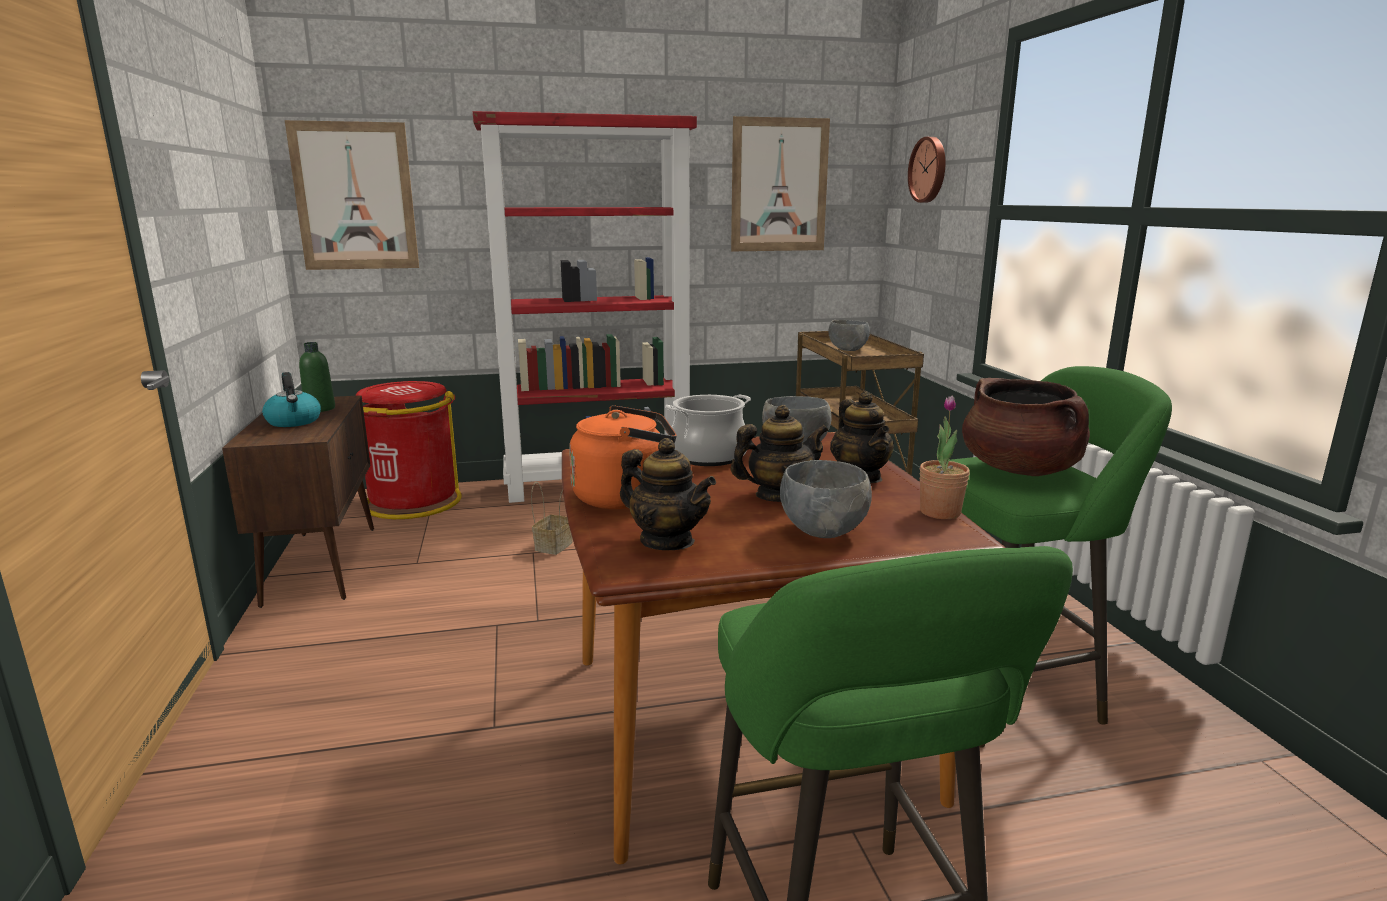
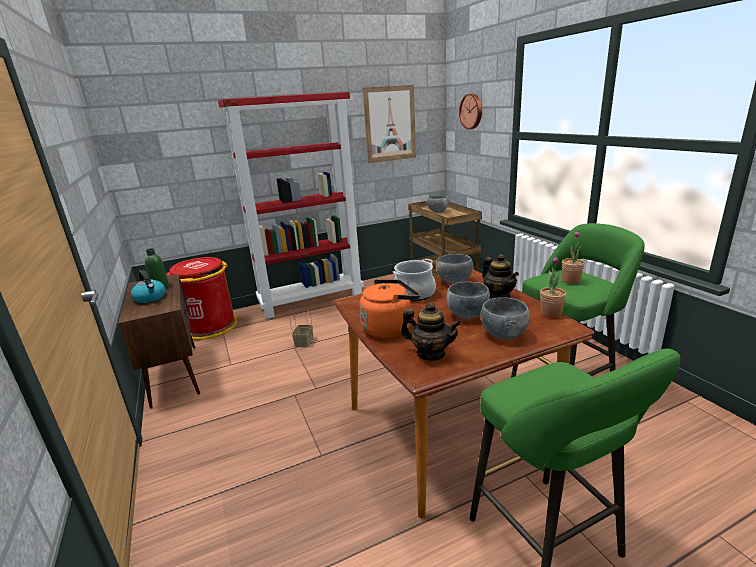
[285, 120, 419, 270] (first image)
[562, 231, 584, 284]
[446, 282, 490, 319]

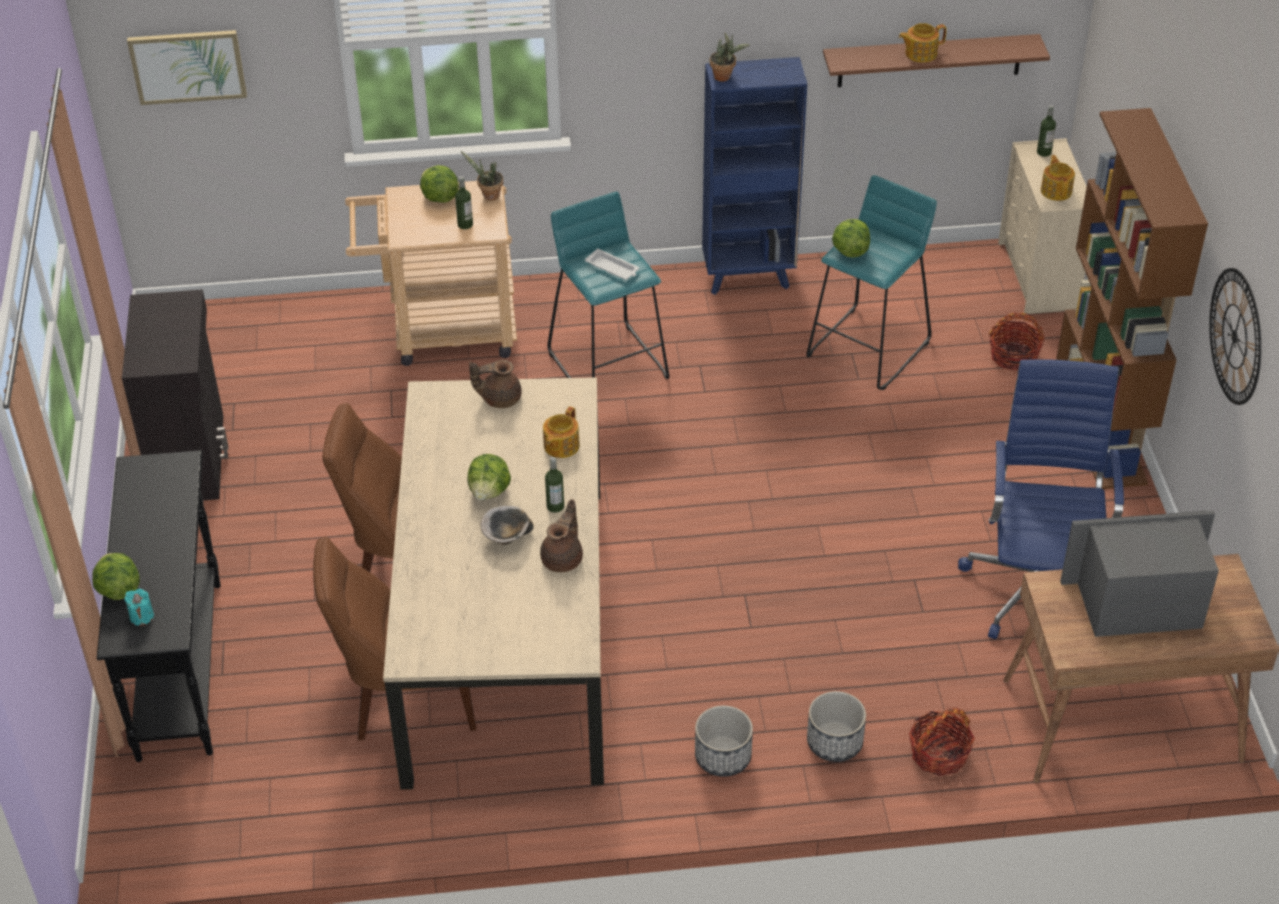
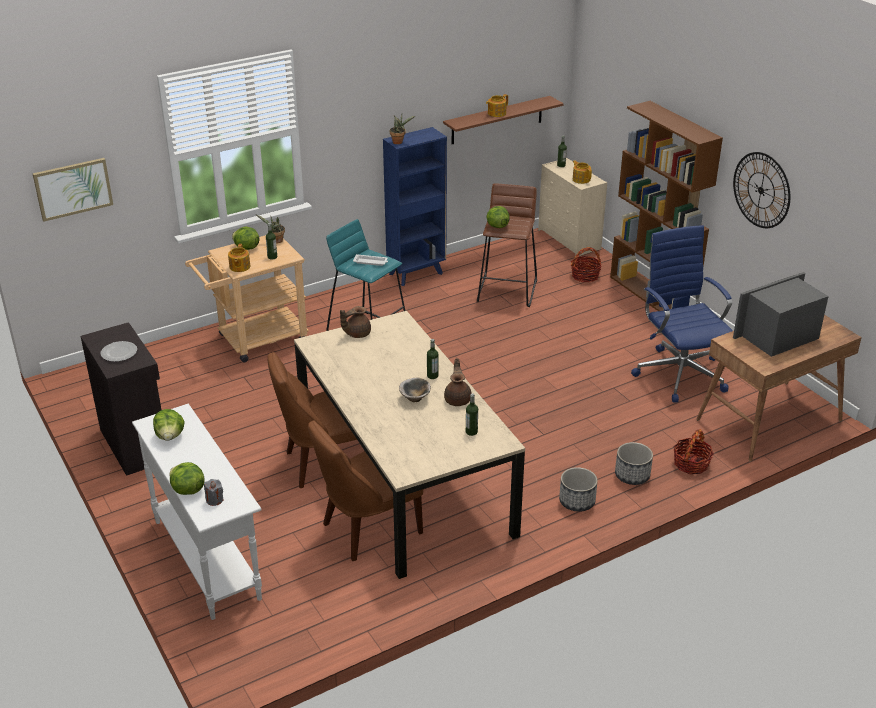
[477, 183, 537, 307]
[228, 244, 250, 272]
[132, 404, 262, 620]
[153, 409, 185, 441]
[204, 479, 223, 506]
[100, 341, 137, 362]
[466, 393, 478, 436]

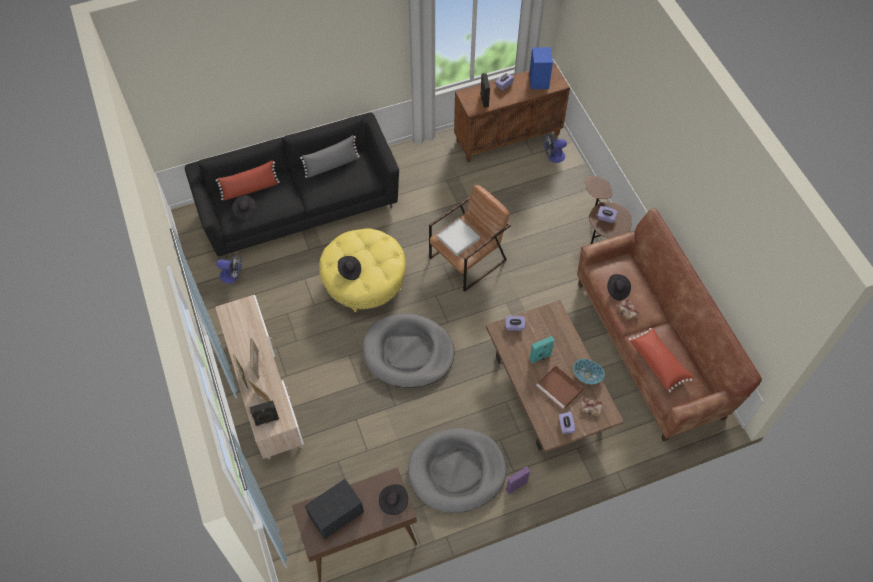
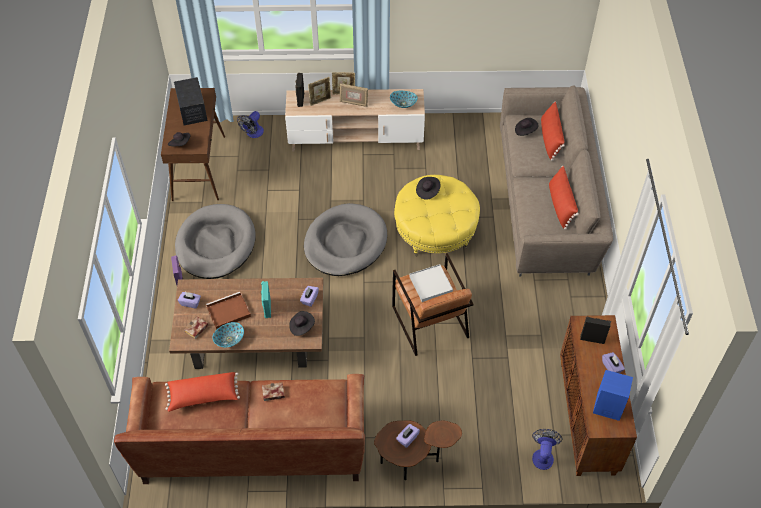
[500, 85, 613, 277]
[549, 166, 579, 230]
[237, 111, 264, 138]
[289, 311, 315, 336]
[390, 91, 418, 108]

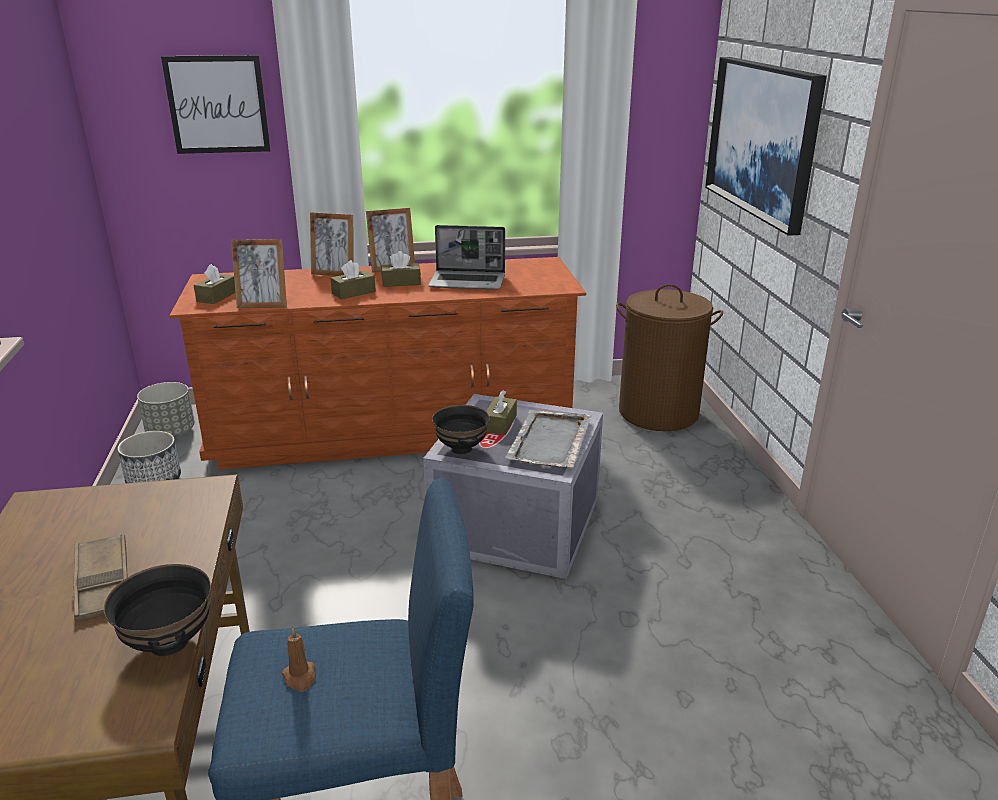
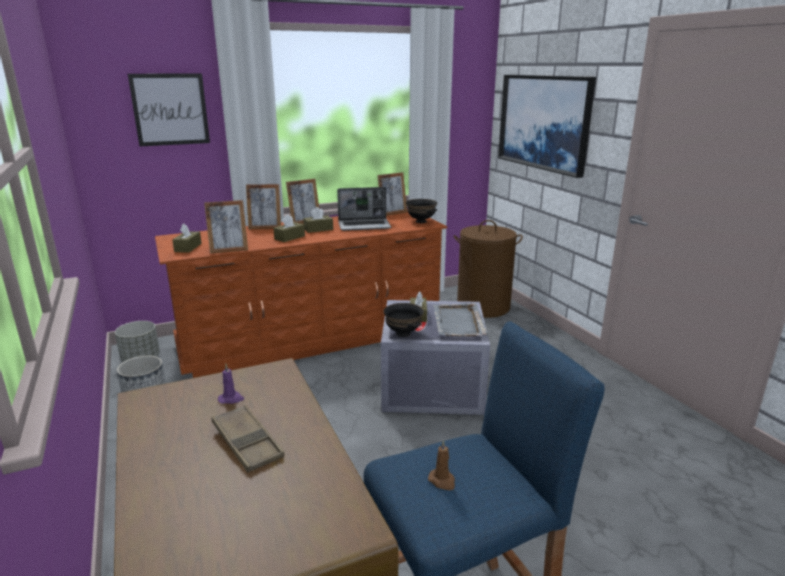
[406, 199, 437, 223]
[377, 172, 407, 216]
[218, 364, 244, 404]

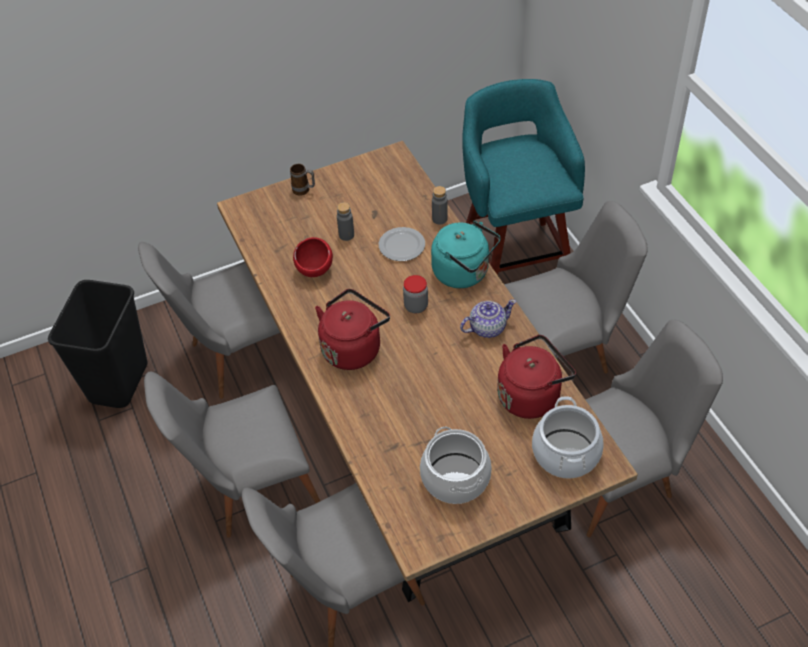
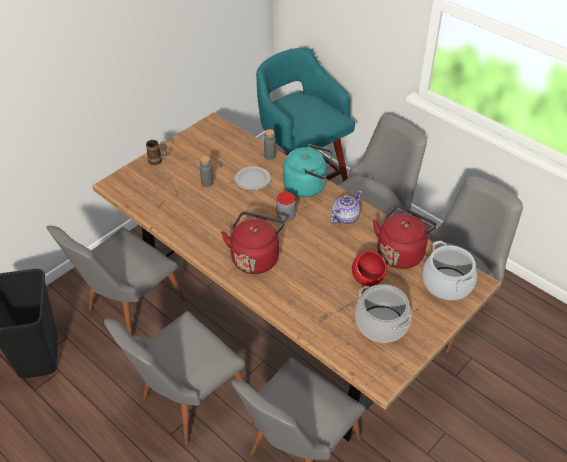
[352, 251, 387, 286]

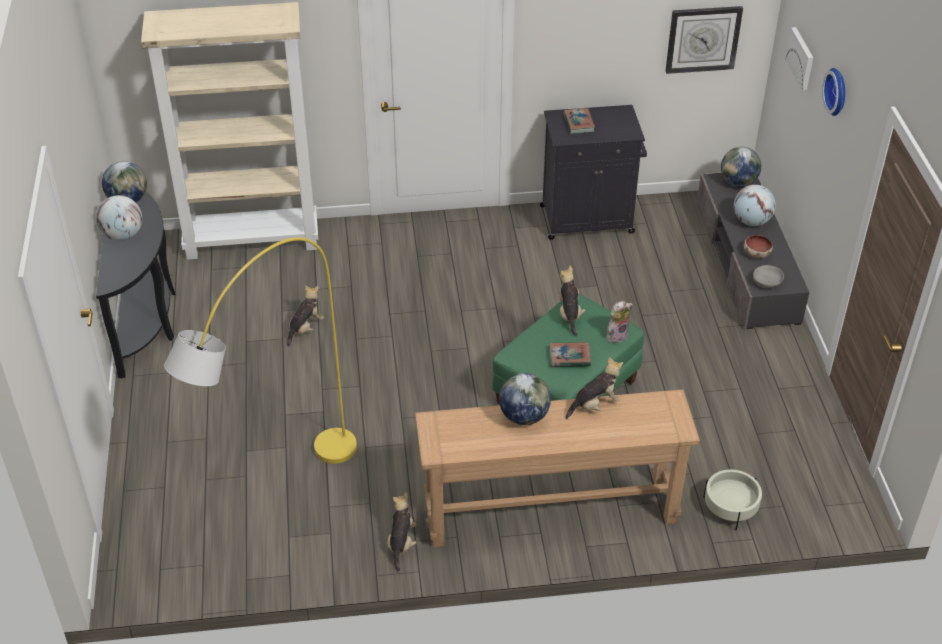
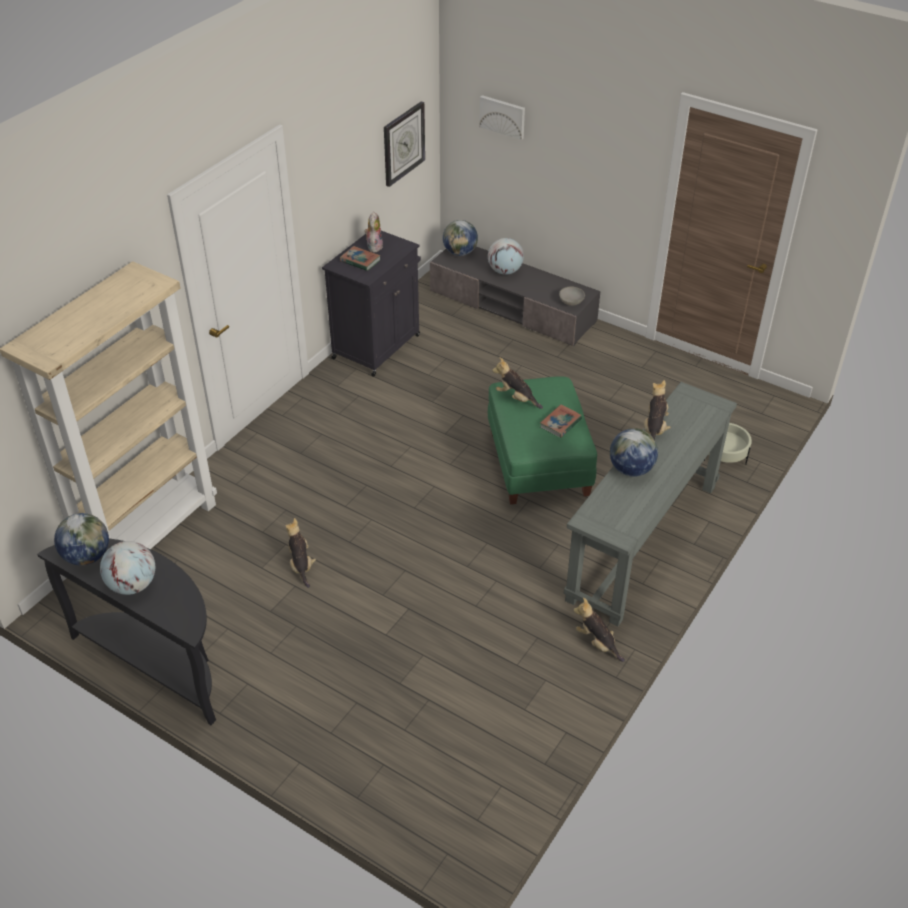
[822, 68, 845, 116] (first image)
[743, 235, 773, 259] (first image)
[164, 237, 357, 464] (first image)
[364, 212, 383, 253]
[564, 382, 737, 627]

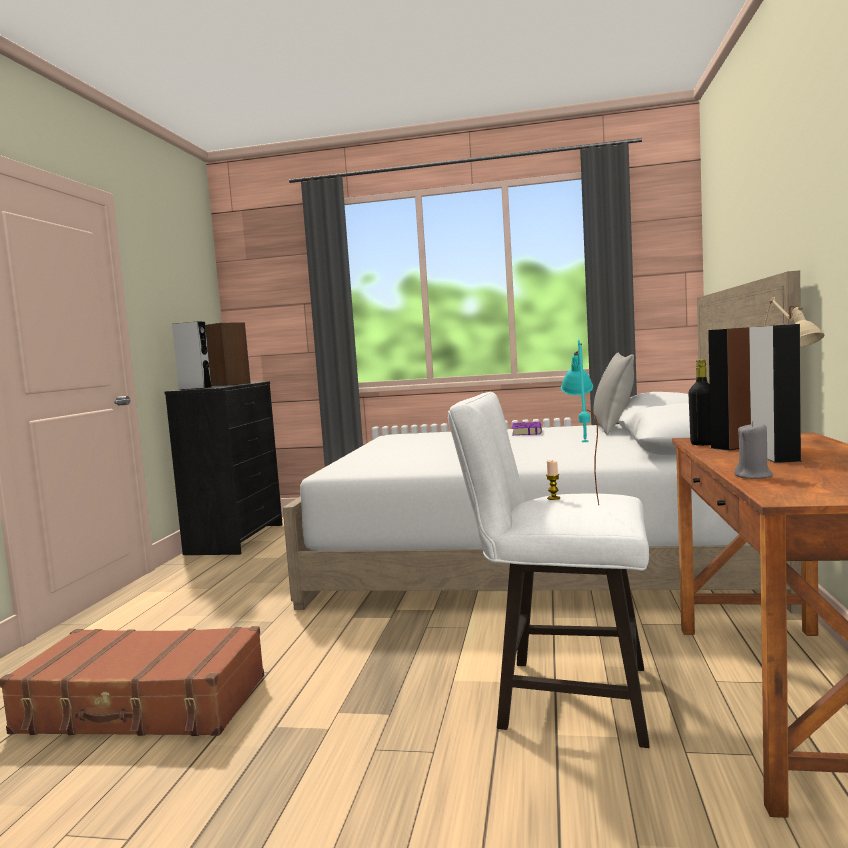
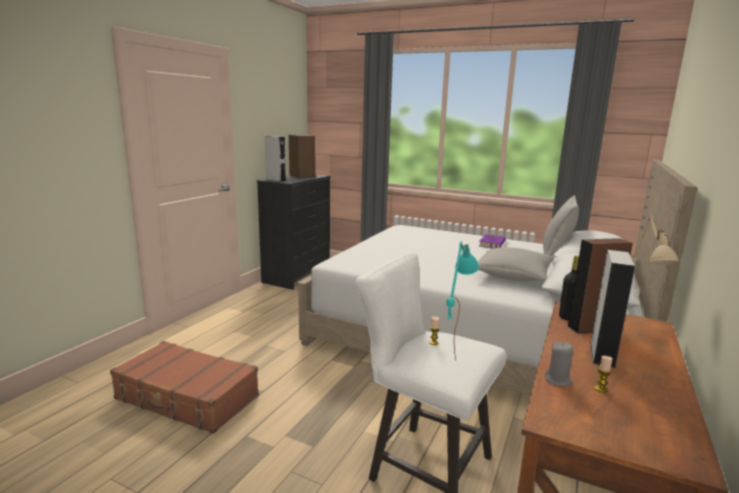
[478, 247, 554, 281]
[594, 356, 612, 393]

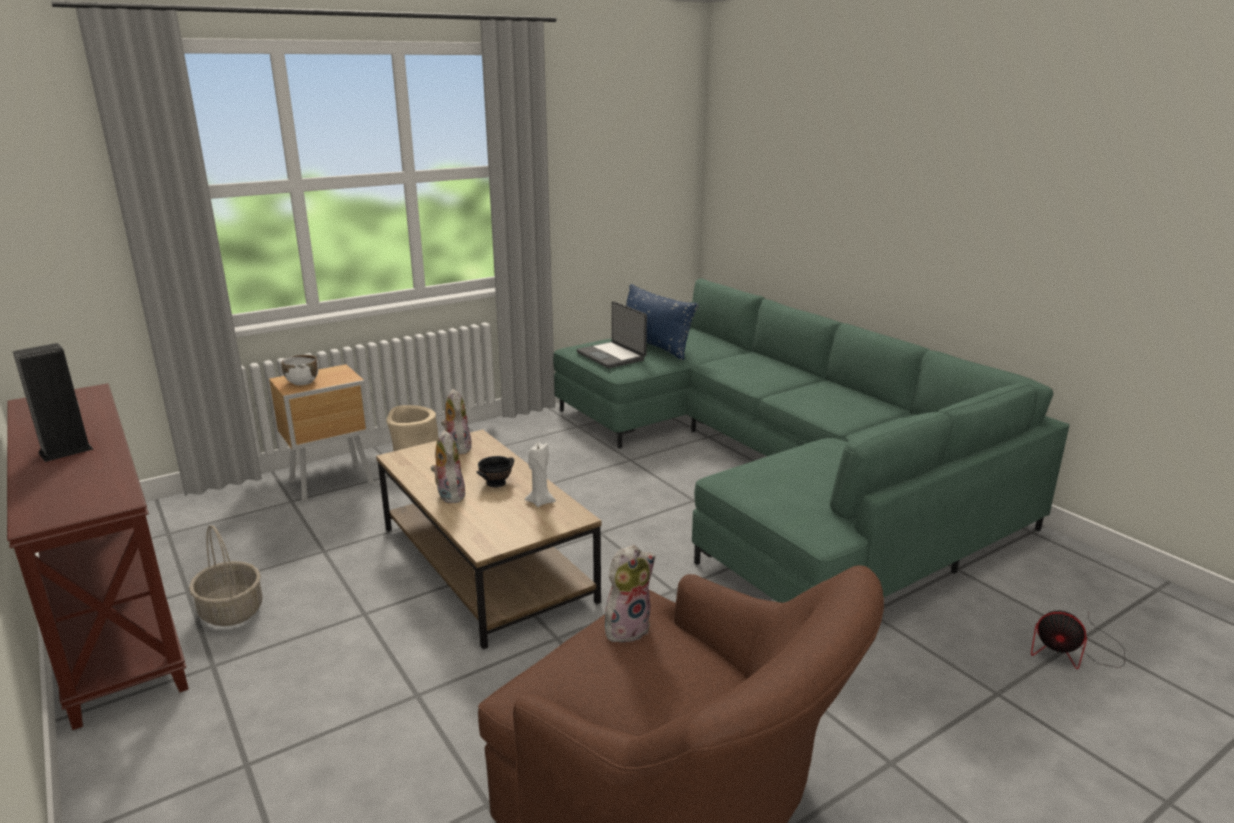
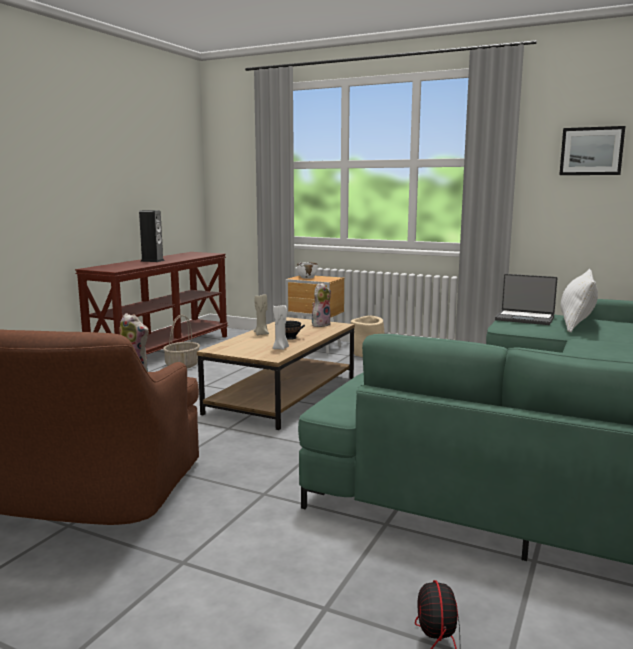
[561, 269, 598, 332]
[495, 274, 557, 325]
[254, 294, 269, 335]
[559, 126, 625, 175]

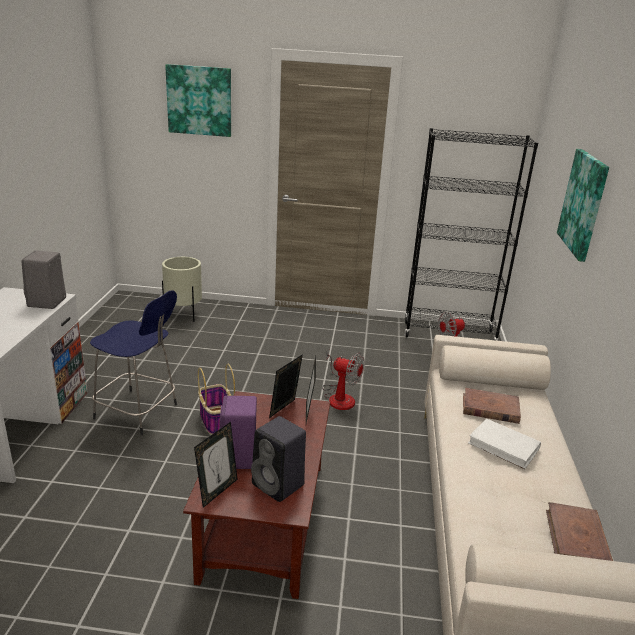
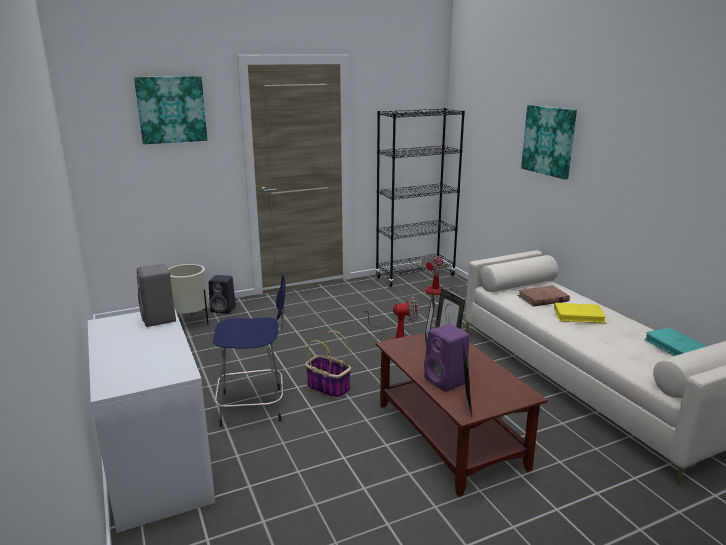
[209, 275, 236, 313]
[554, 303, 606, 323]
[644, 328, 707, 356]

